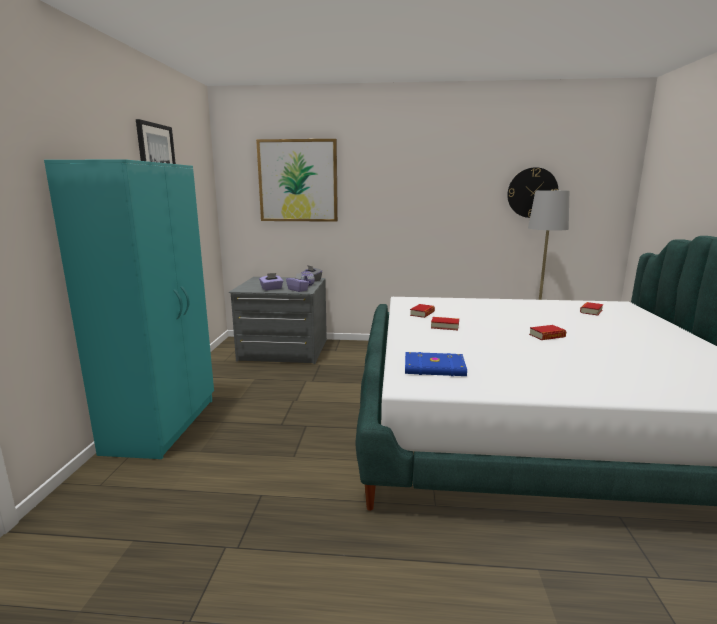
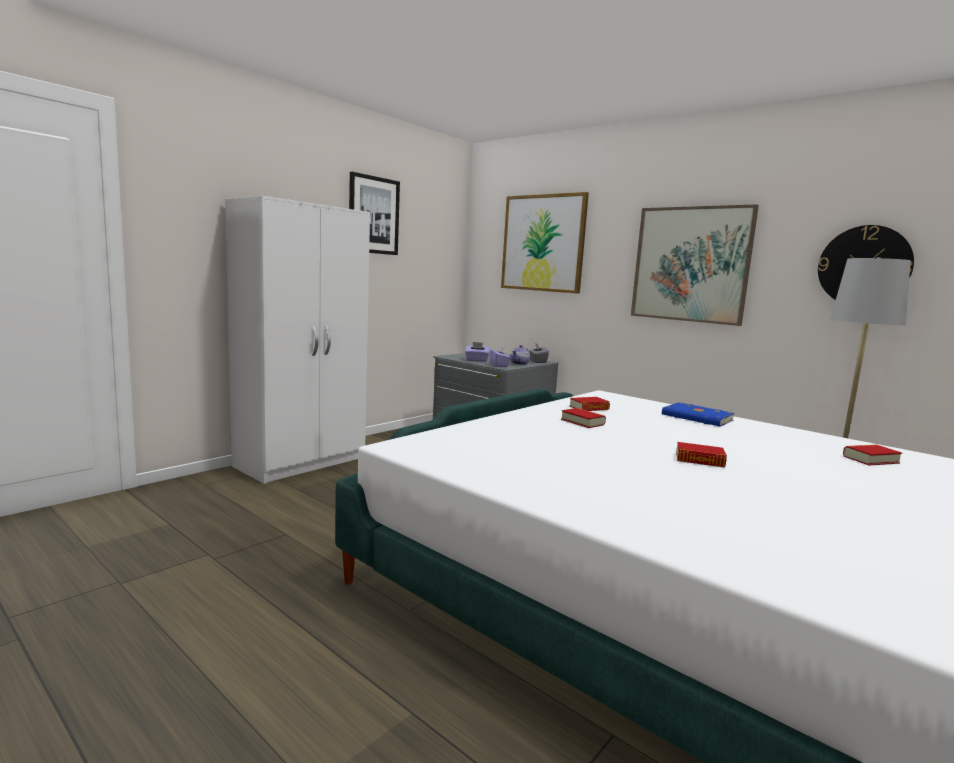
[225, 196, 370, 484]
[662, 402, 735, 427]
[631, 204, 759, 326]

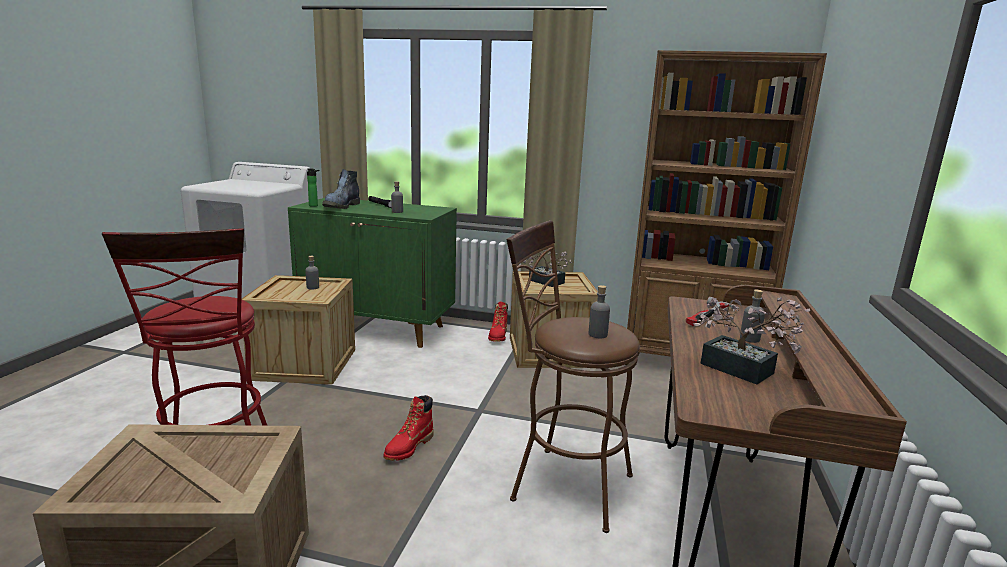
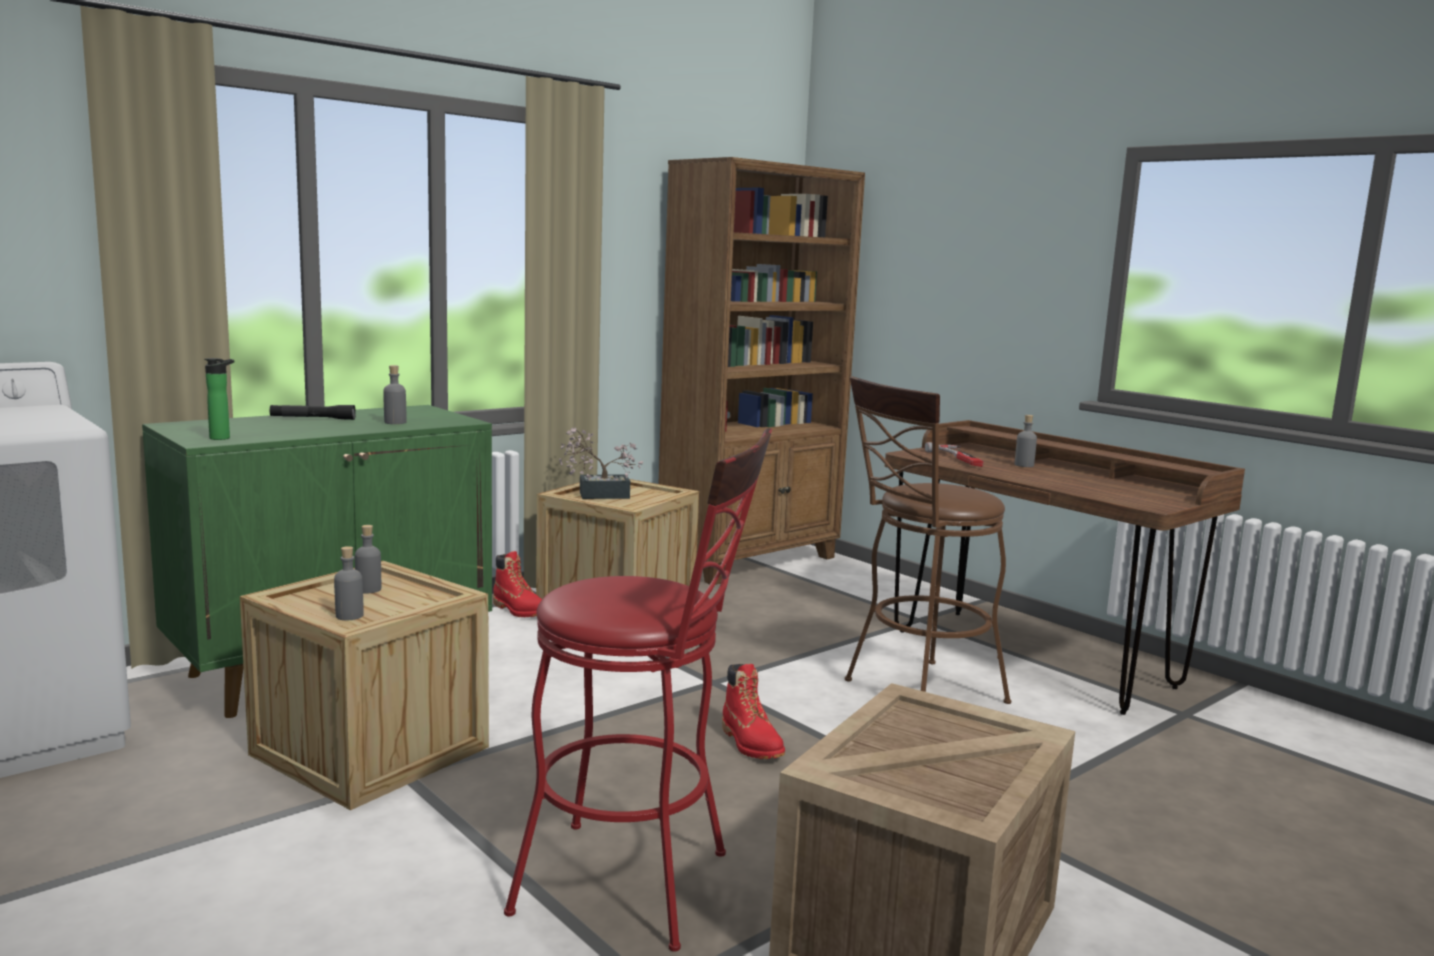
[322, 169, 360, 209] (first image)
[334, 546, 364, 620]
[693, 297, 810, 385] (first image)

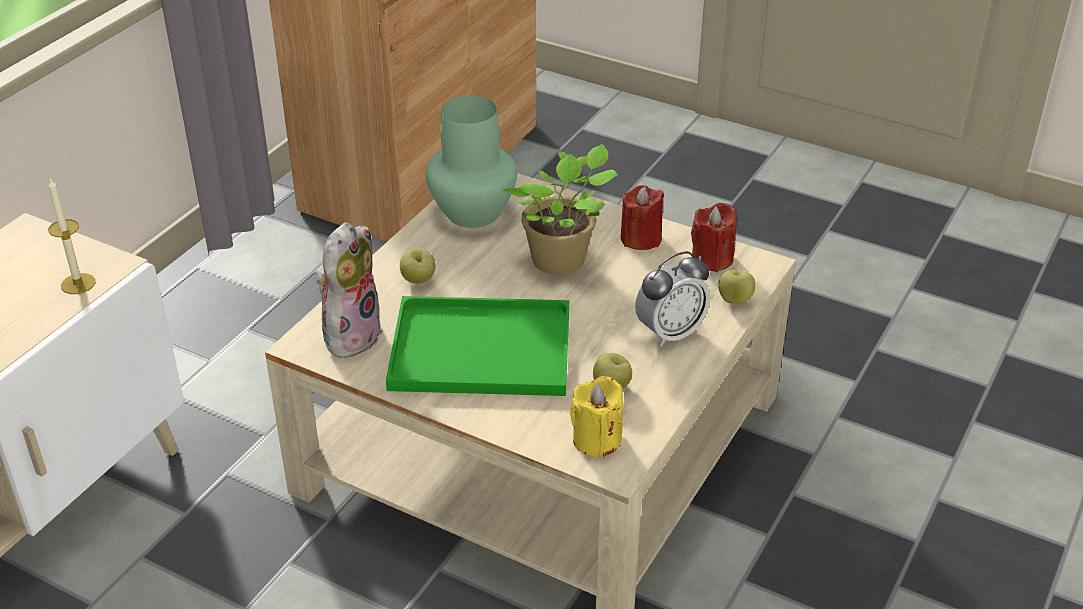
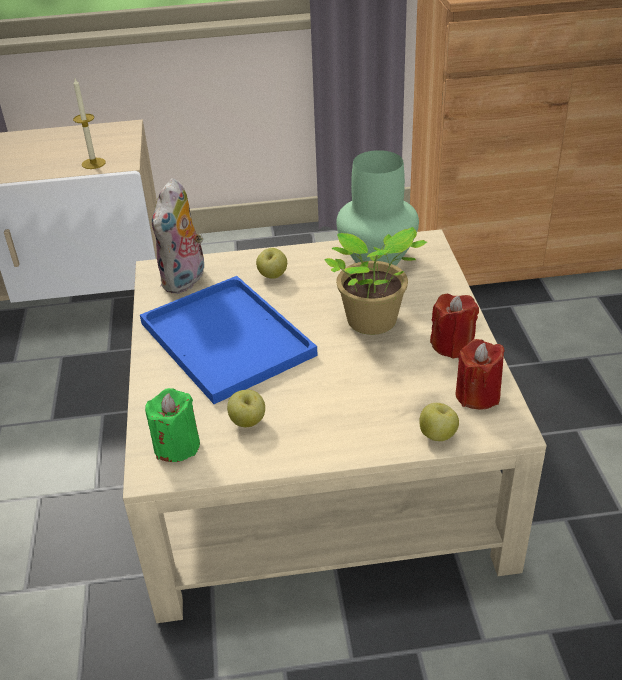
[152, 178, 204, 294]
[635, 251, 710, 347] (first image)
[140, 276, 318, 404]
[145, 388, 200, 462]

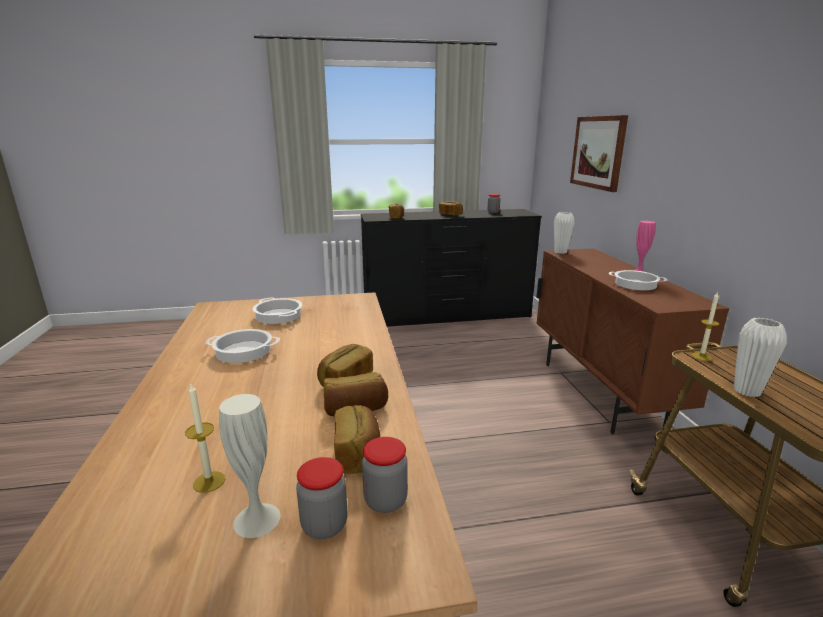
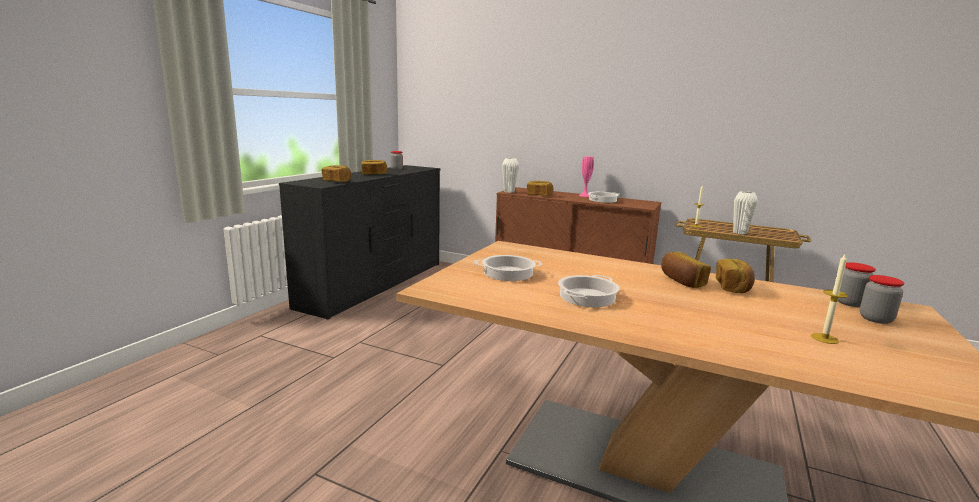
[570, 115, 628, 192] (first image)
[219, 394, 281, 538] (first image)
[527, 181, 553, 196]

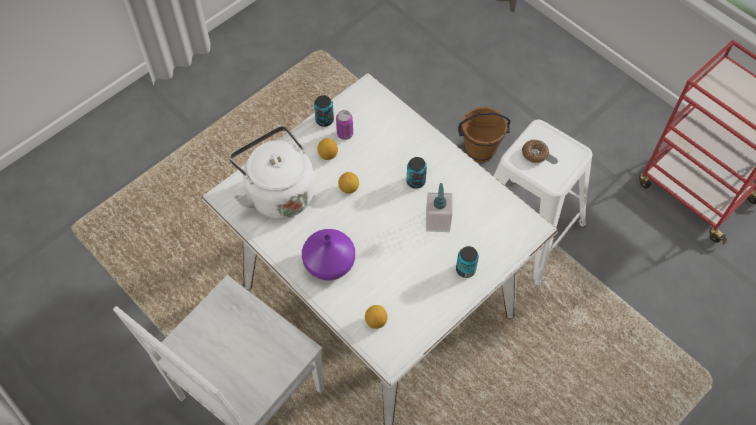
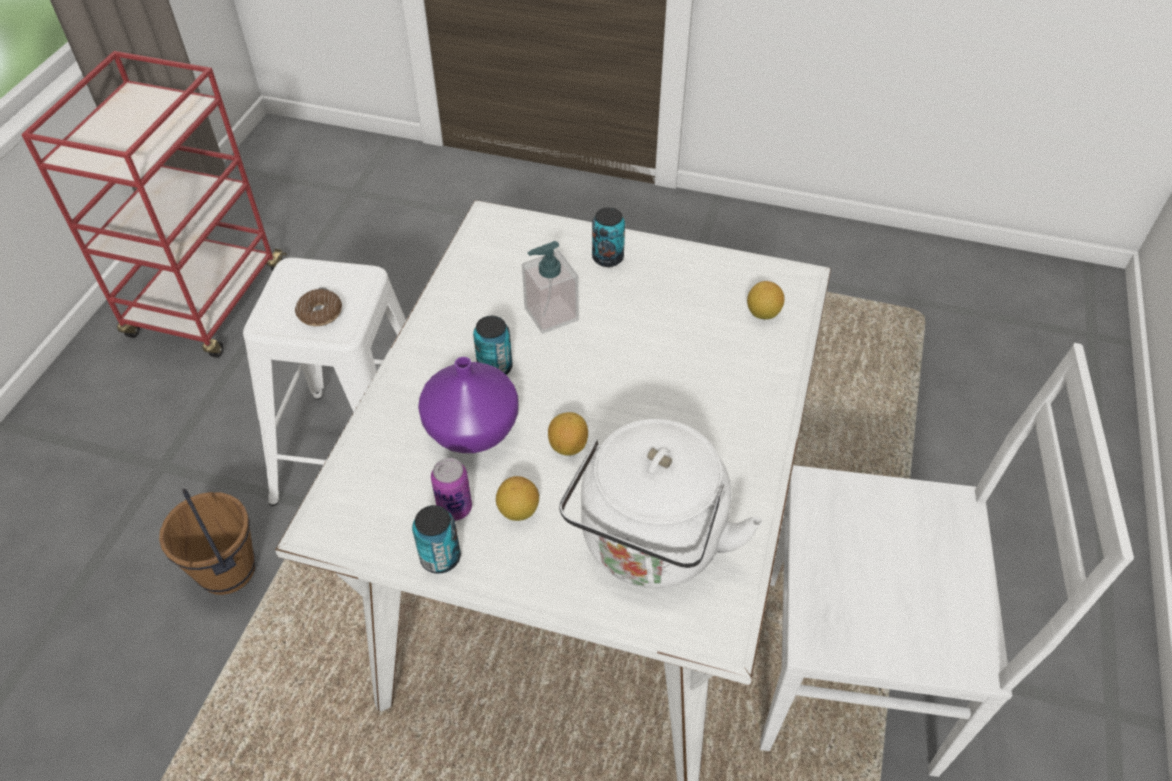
[418, 357, 519, 453]

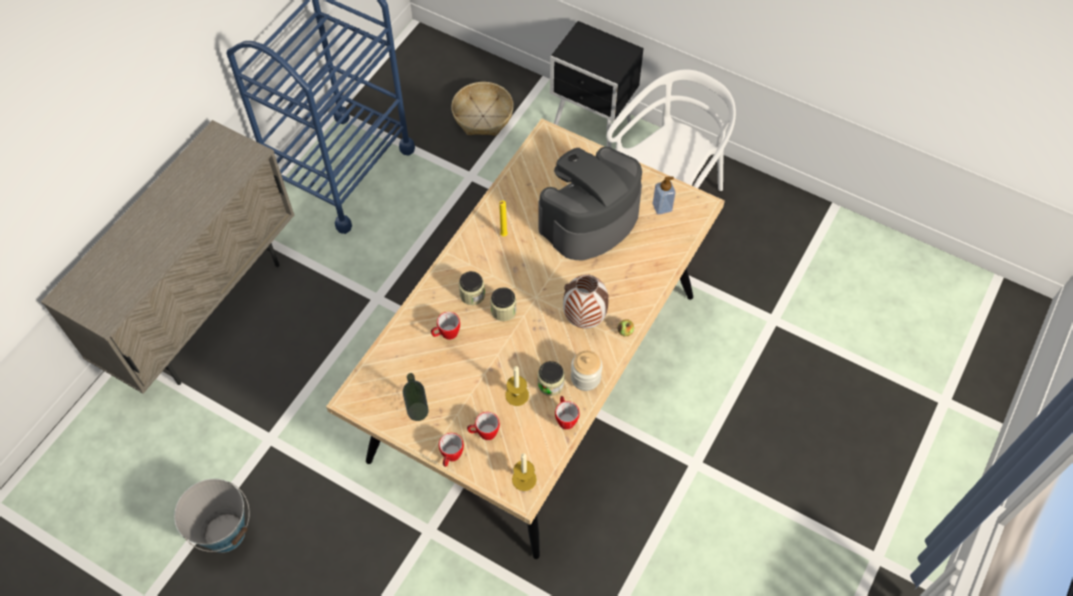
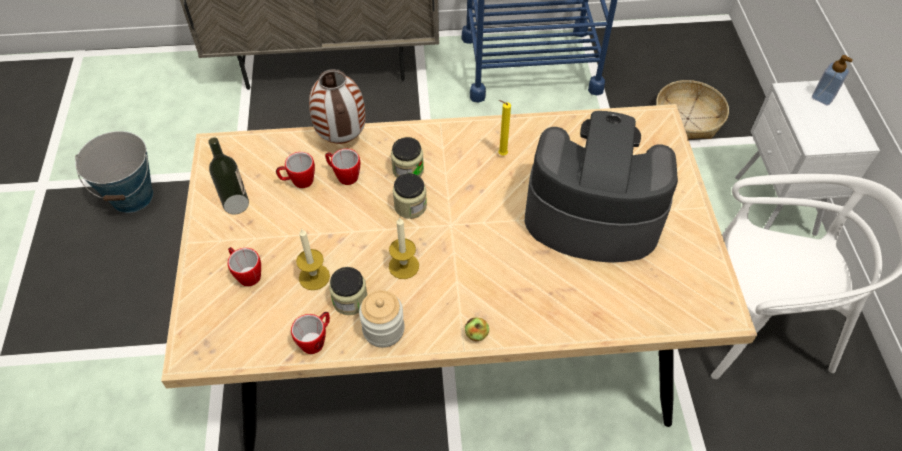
[735, 80, 880, 236]
[812, 55, 853, 106]
[309, 69, 366, 144]
[276, 152, 315, 188]
[389, 217, 419, 279]

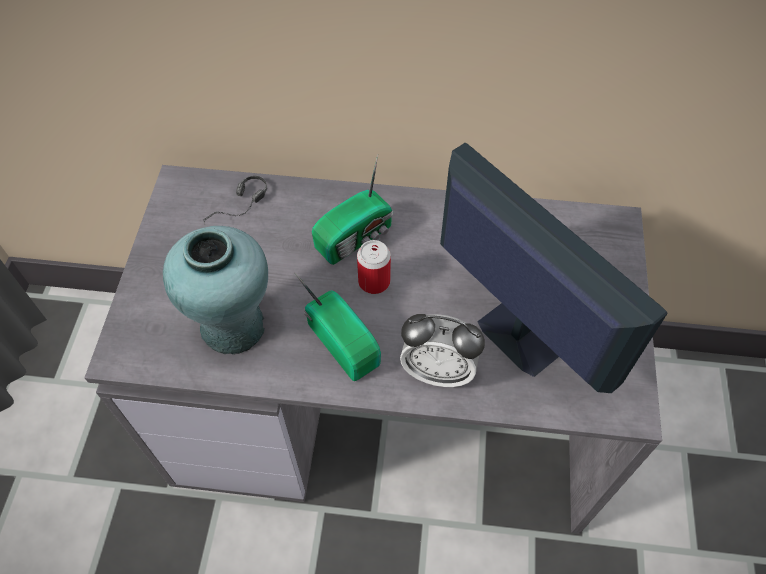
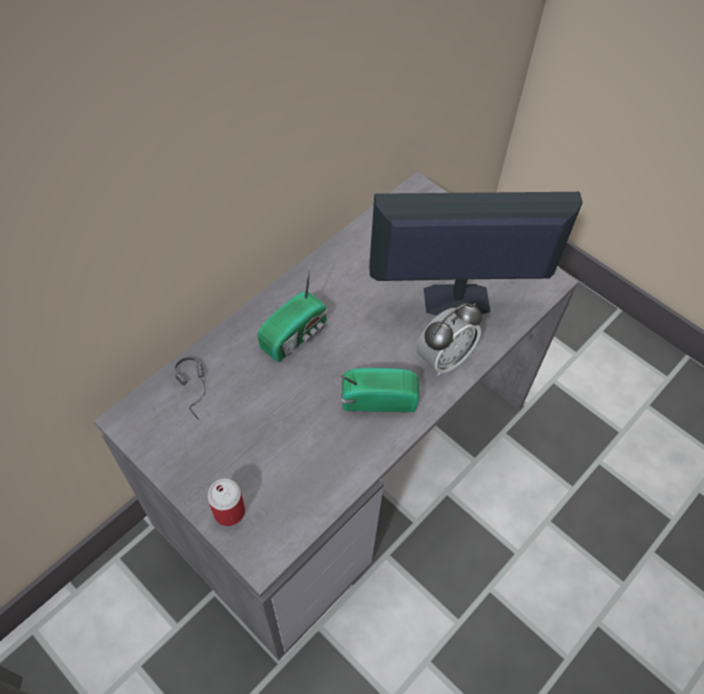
[257, 261, 328, 362]
[163, 226, 268, 355] (first image)
[207, 479, 245, 526]

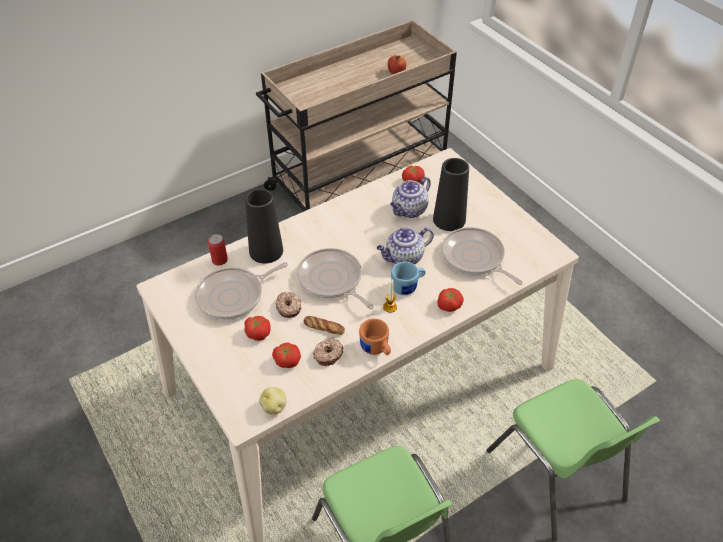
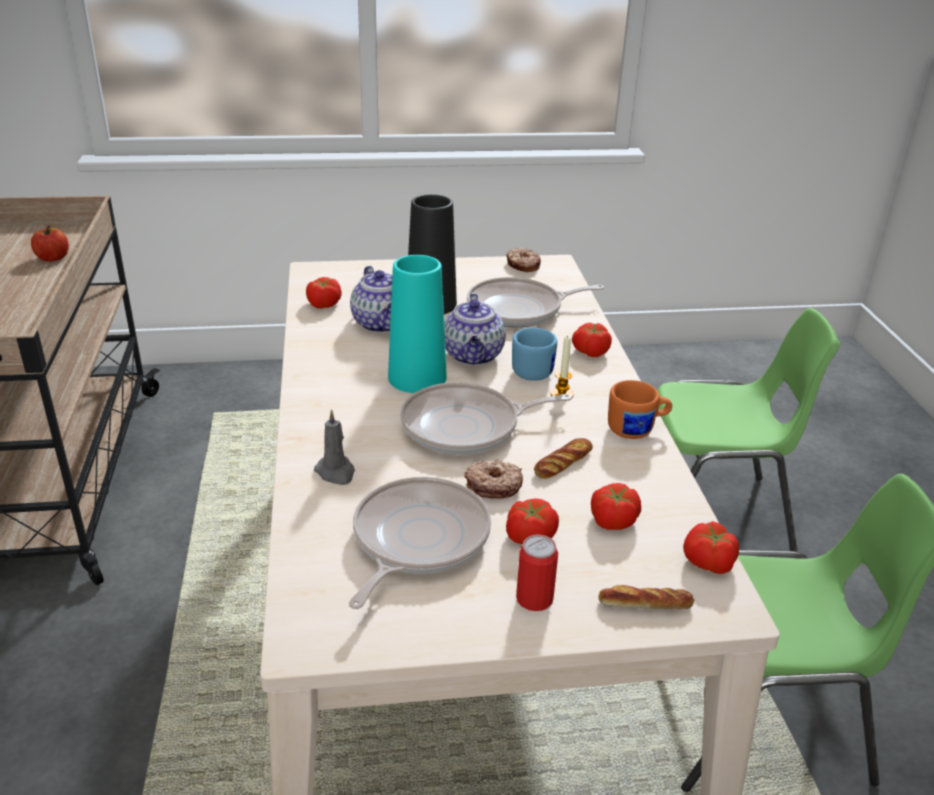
[314, 409, 355, 485]
[516, 535, 558, 611]
[349, 477, 491, 609]
[506, 248, 541, 272]
[683, 521, 739, 574]
[388, 255, 447, 393]
[598, 585, 694, 610]

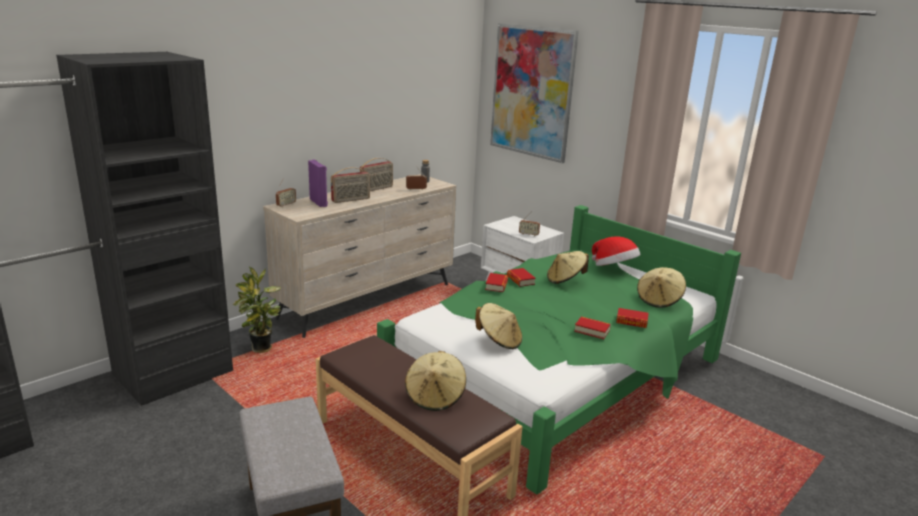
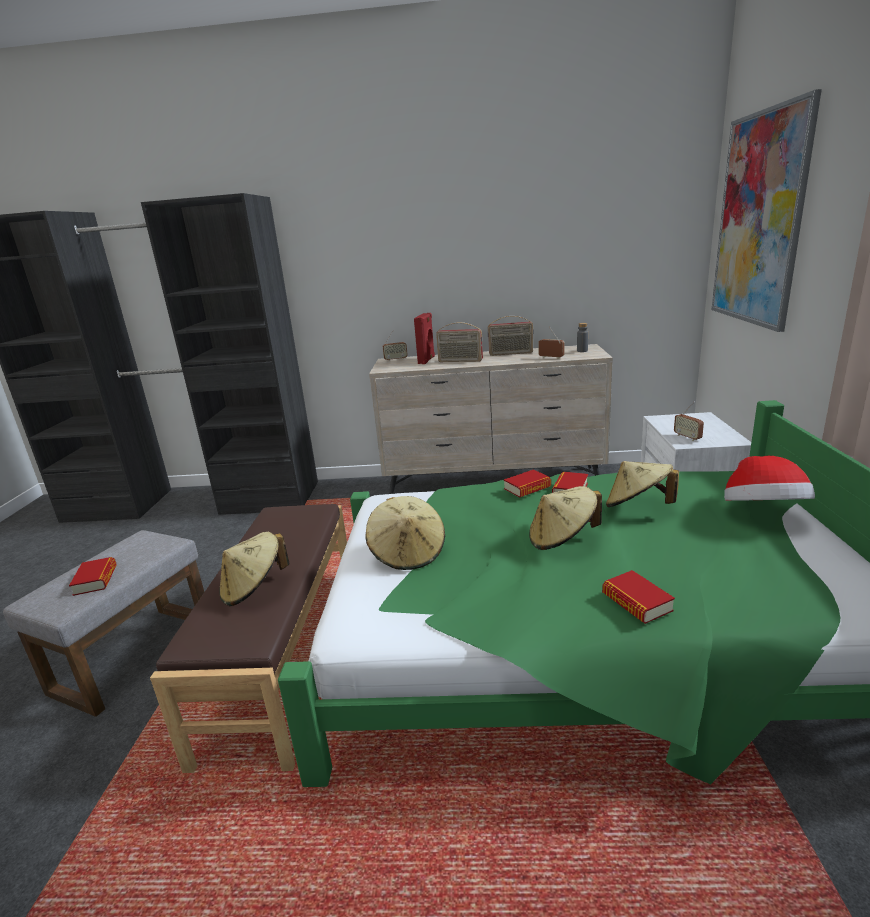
[414, 313, 435, 364]
[232, 267, 281, 353] (first image)
[529, 486, 602, 550]
[69, 557, 117, 596]

